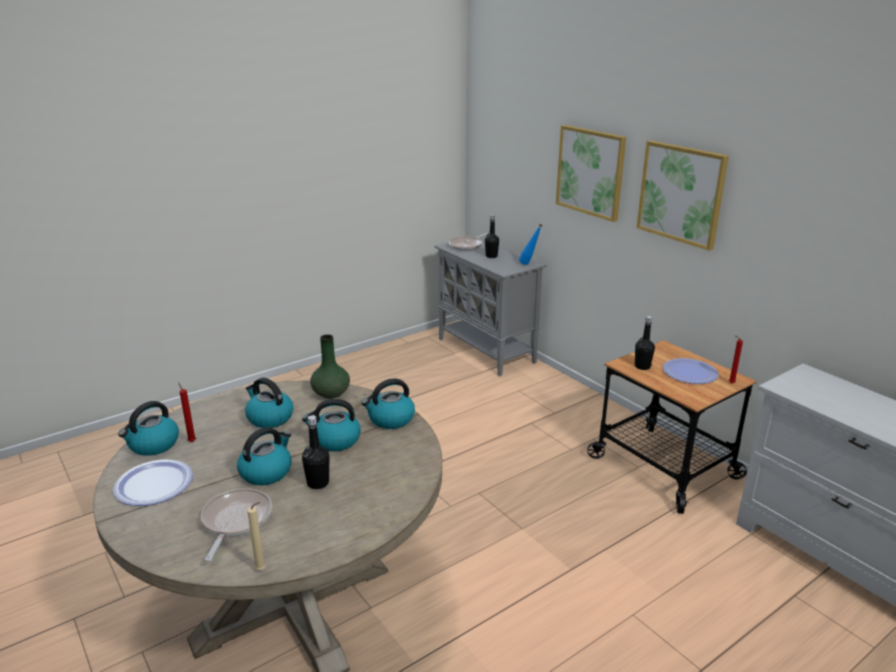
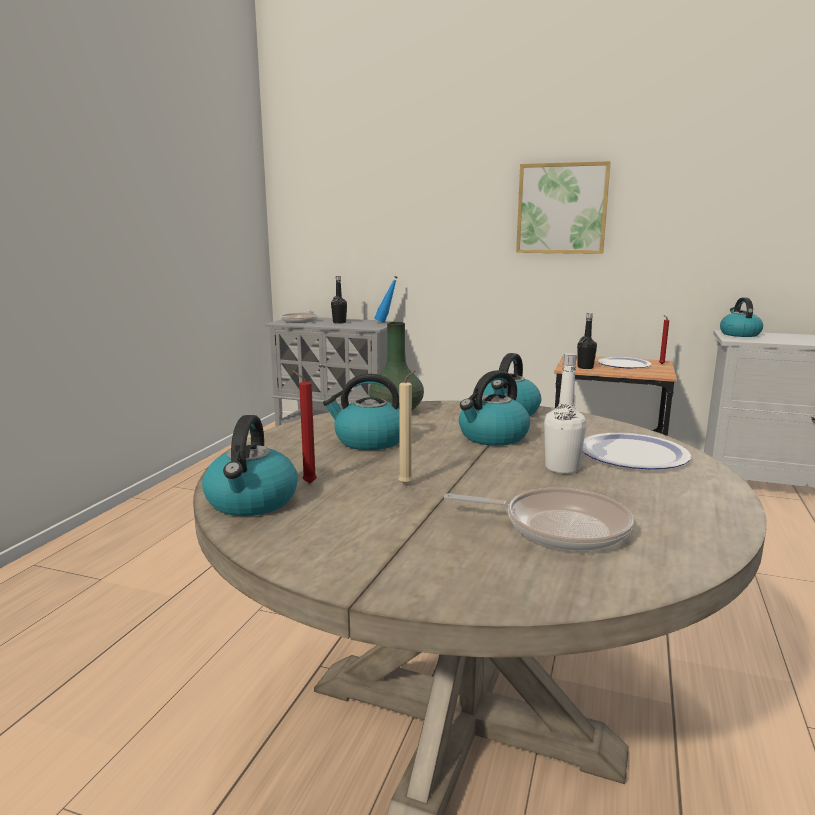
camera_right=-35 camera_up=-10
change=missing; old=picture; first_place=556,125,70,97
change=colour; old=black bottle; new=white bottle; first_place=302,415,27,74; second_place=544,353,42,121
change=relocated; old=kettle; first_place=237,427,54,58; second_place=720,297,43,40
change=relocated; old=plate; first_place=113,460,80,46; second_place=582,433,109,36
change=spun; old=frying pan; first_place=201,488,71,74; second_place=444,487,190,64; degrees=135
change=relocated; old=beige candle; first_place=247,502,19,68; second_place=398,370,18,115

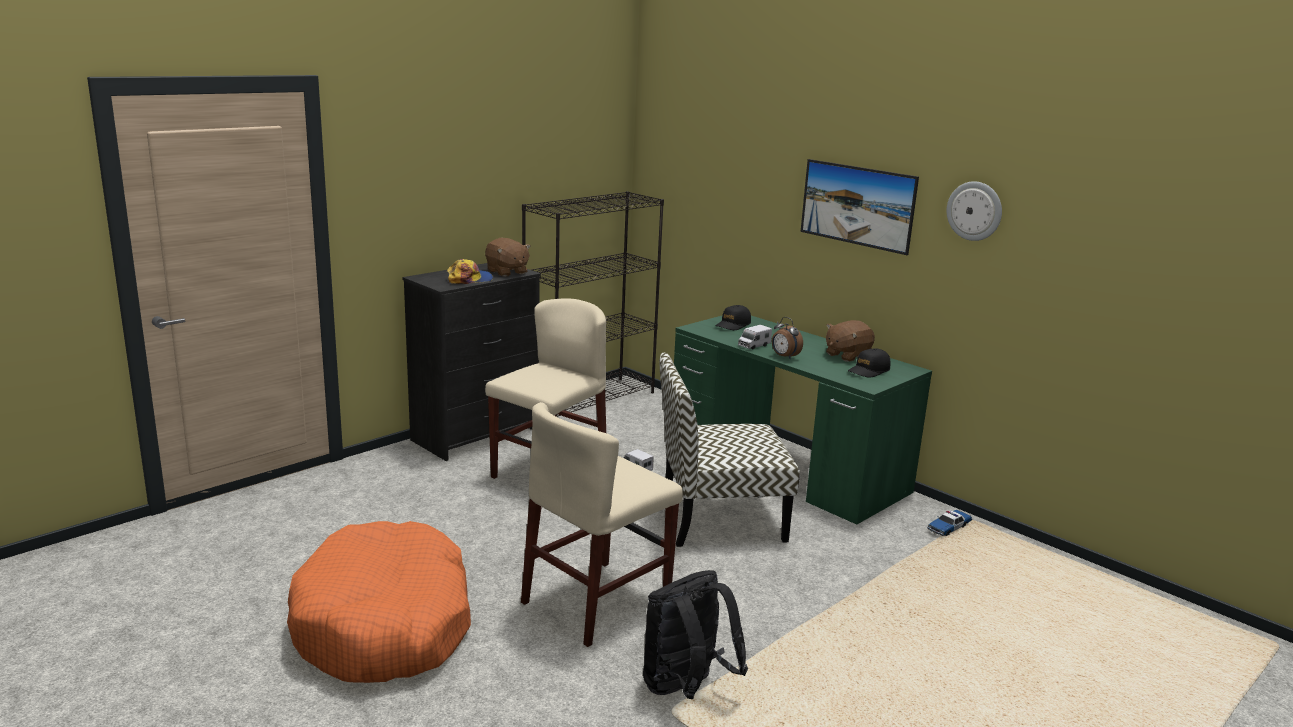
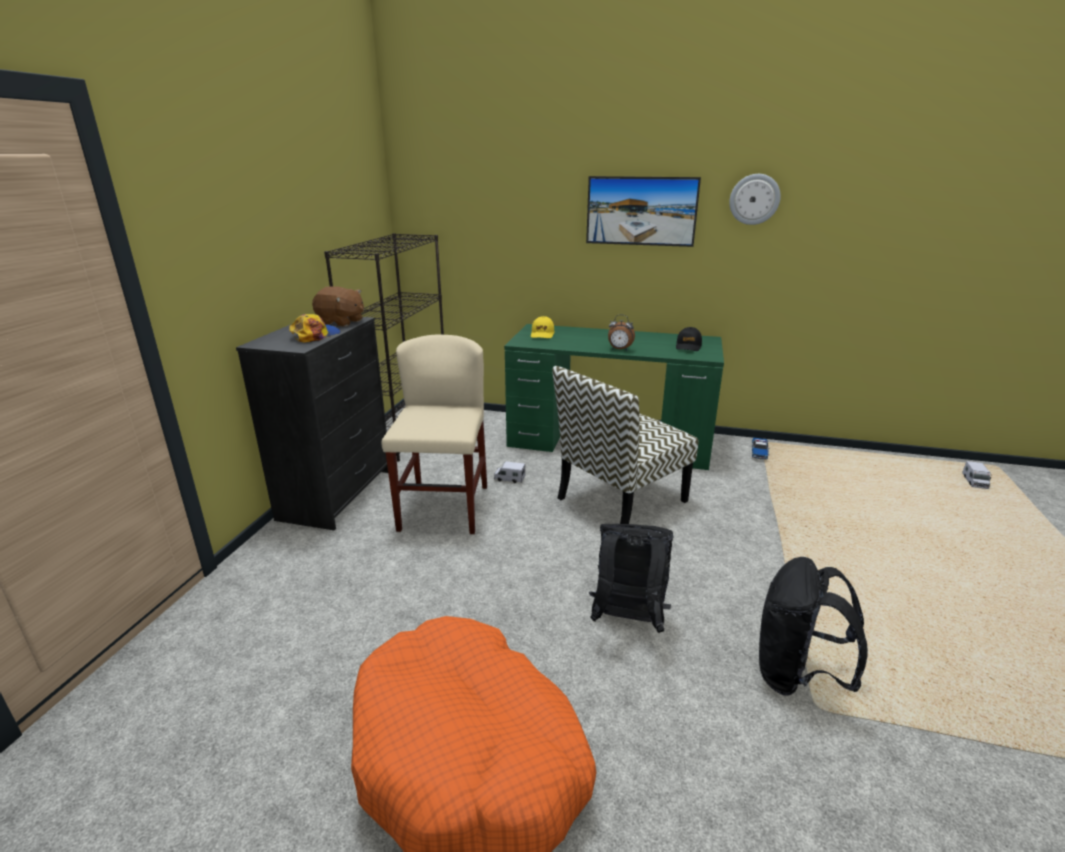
camera_right=-30 camera_up=5
change=colour; old=black cap; new=yellow cap; first_place=715,305,36,25; second_place=531,316,24,22
change=missing; old=brown plush toy; first_place=826,320,49,42
change=relocated; old=toy truck; first_place=738,325,34,25; second_place=962,461,30,28
change=exchanged; old=beige chair; new=black backpack; first_place=521,402,162,245; second_place=589,524,84,109

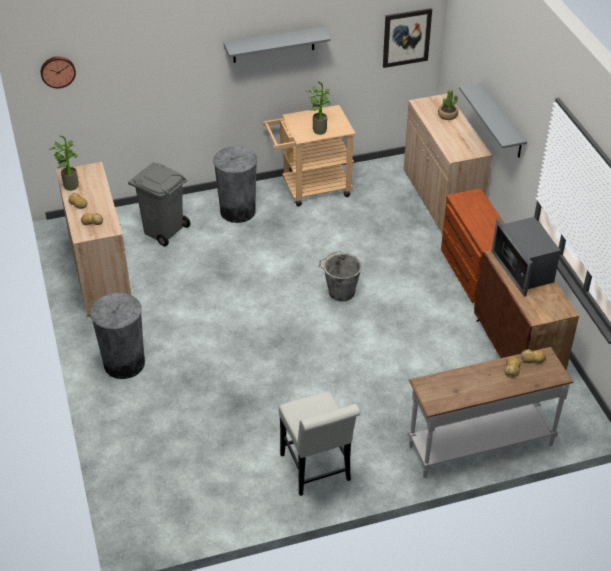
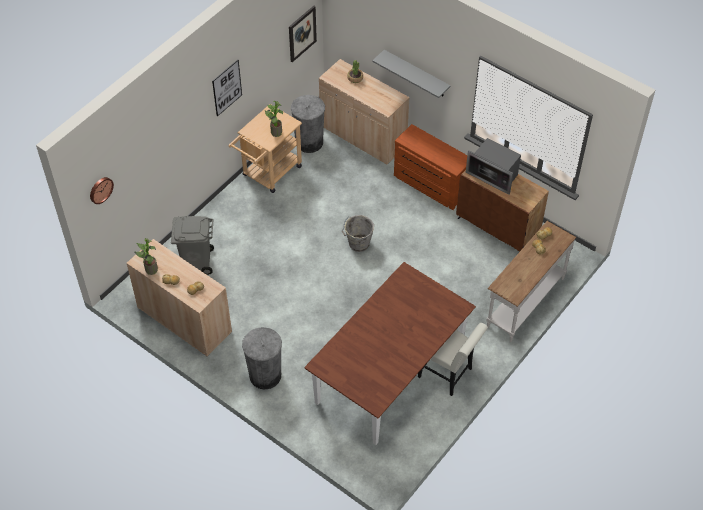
camera_right=-35 camera_up=10
change=exchanged; old=grey shelf; new=picture; first_place=223,27,108,36; second_place=212,60,30,56
change=relocated; old=grey trash can; first_place=213,146,44,77; second_place=291,95,34,58
change=appeared; new=brown dining table; second_place=305,262,171,183

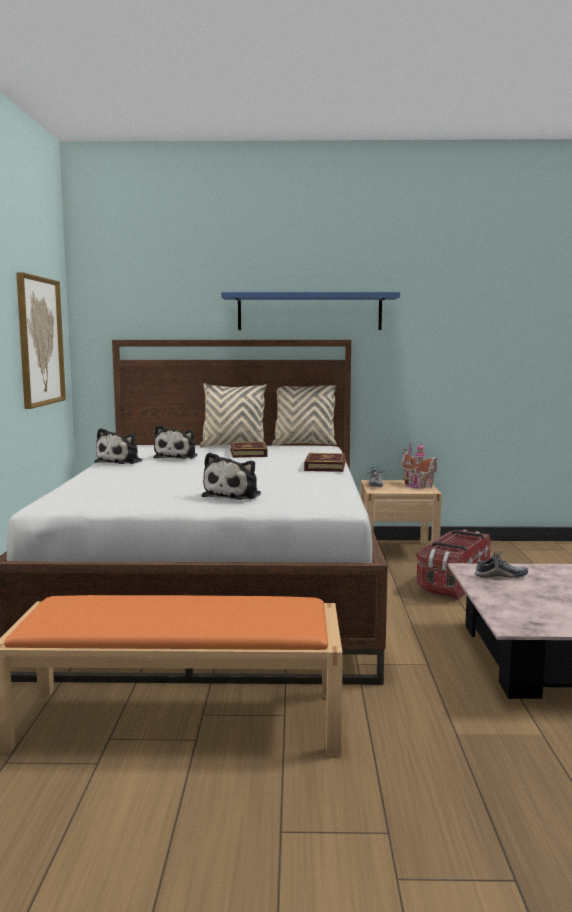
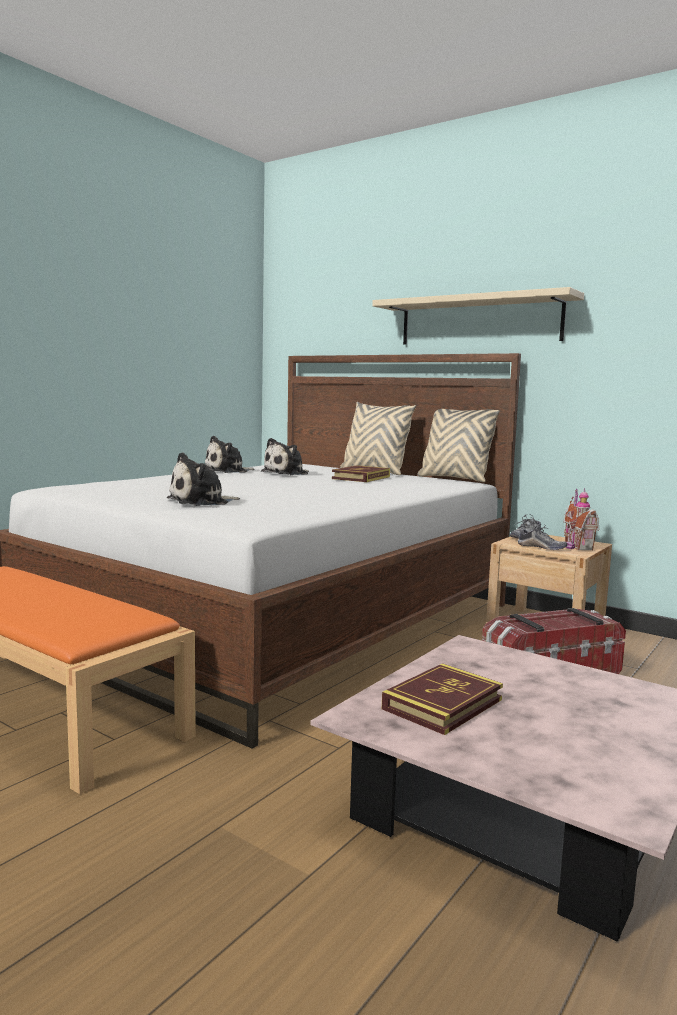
camera_right=35 camera_up=0
change=missing; old=picture; first_place=16,272,50,137
change=colour; old=blue shelf; new=beige shelf; first_place=221,292,179,38; second_place=372,287,212,57
change=relocated; old=book; first_place=304,453,42,19; second_place=382,663,121,72
change=relocated; old=shoe; first_place=475,551,53,27; second_place=518,523,50,27

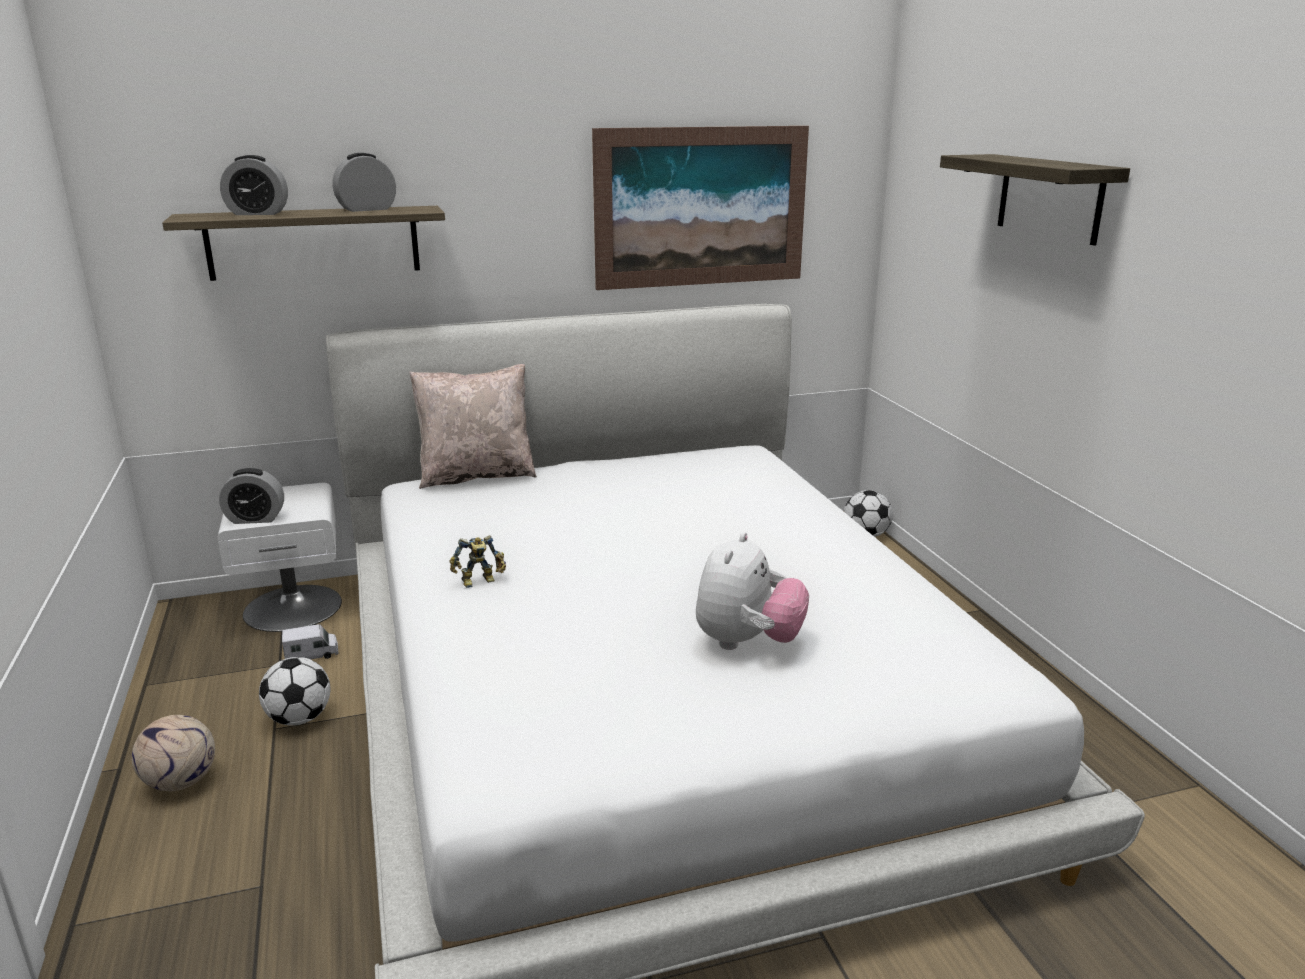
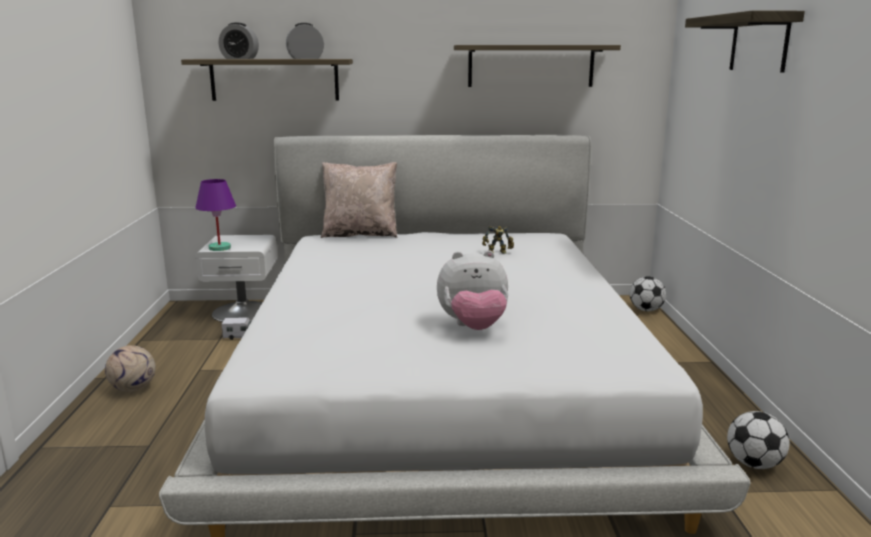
camera_right=15 camera_up=-5
change=exchanged; old=picture; new=shelf; first_place=592,126,217,164; second_place=454,45,167,42
change=exchanged; old=alarm clock; new=purple table lamp; first_place=219,468,65,56; second_place=195,179,41,72
change=spun; old=plush toy; first_place=696,532,113,118; second_place=437,250,71,80; degrees=45
change=relocated; old=toy robot; first_place=450,535,56,53; second_place=482,226,32,28
change=relocated; old=football; first_place=259,657,71,69; second_place=727,411,63,58

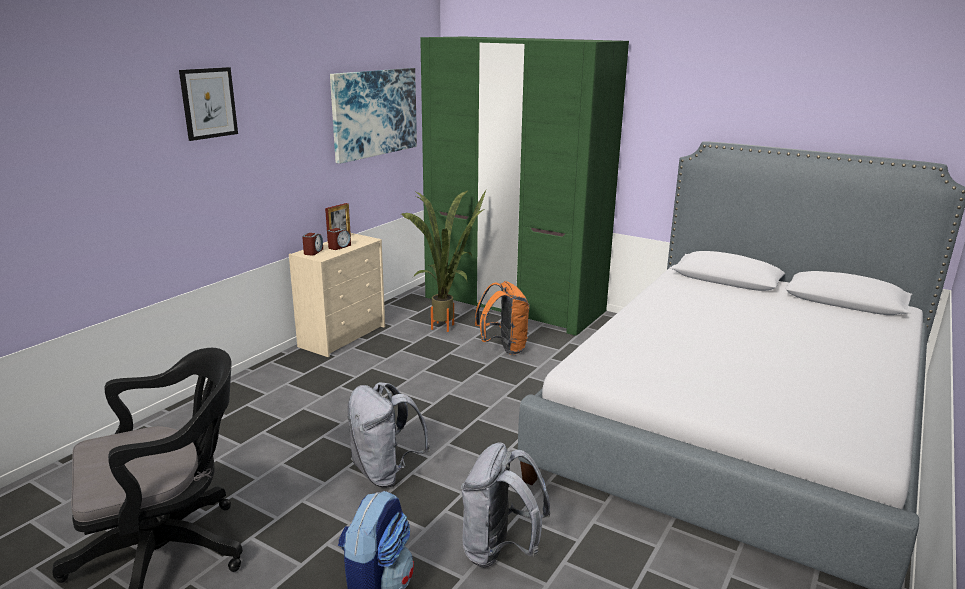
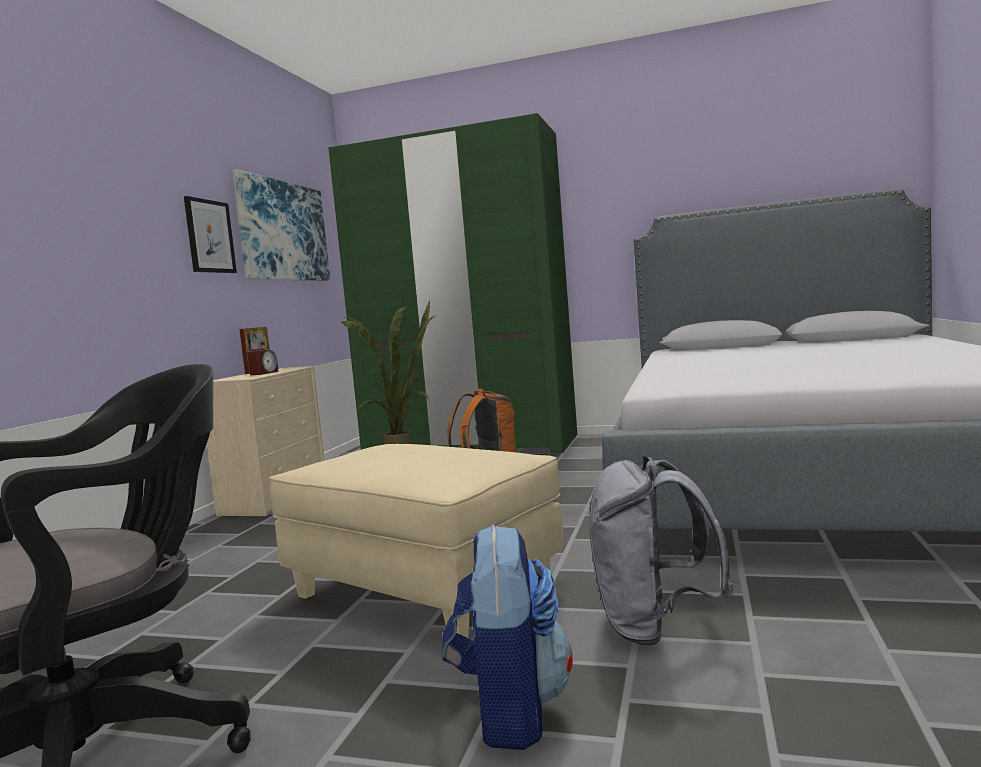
camera_right=-15 camera_up=-15
change=relocated; old=picture; first_place=179,67,59,74; second_place=184,196,53,77
change=missing; old=alarm clock; first_place=302,233,21,23
change=exchanged; old=grey backpack; new=beige ottoman; first_place=347,382,83,106; second_place=269,444,295,195

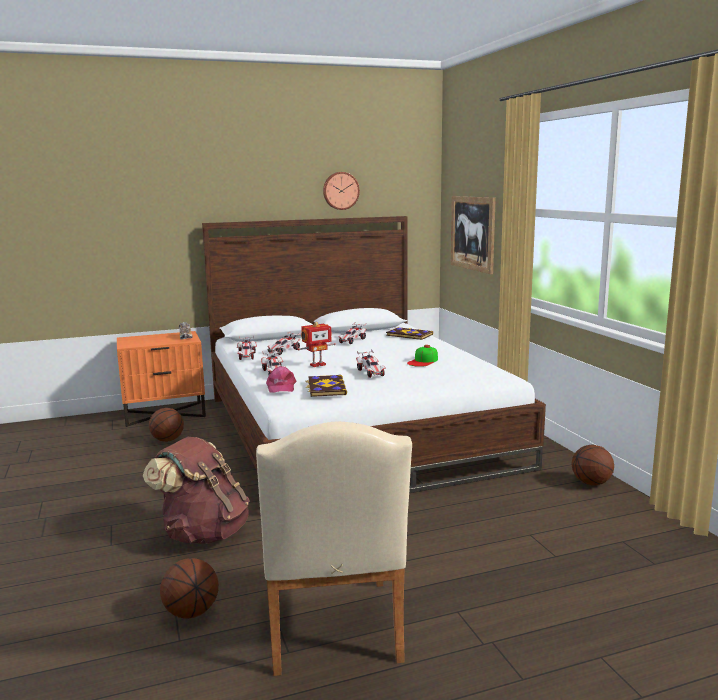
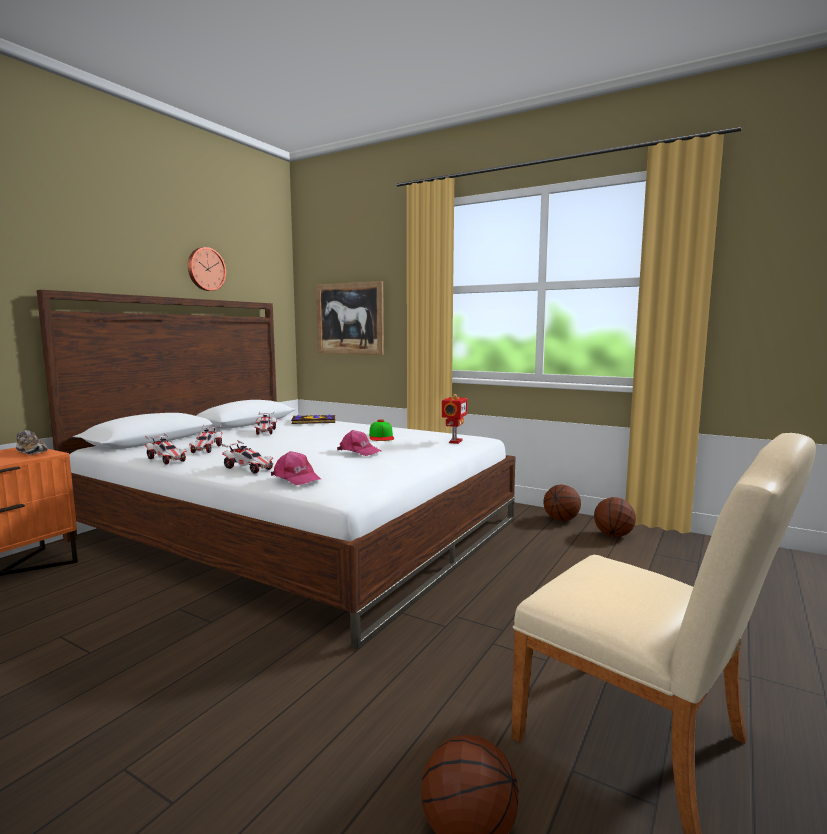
camera_right=-40 camera_up=-5
change=relocated; old=toy robot; first_place=297,322,39,45; second_place=442,394,26,50
change=exchanged; old=toy car; new=pink cap; first_place=356,349,30,29; second_place=337,430,45,26
change=missing; old=book; first_place=305,375,42,22
change=relocated; old=basketball; first_place=149,408,35,34; second_place=594,497,42,40
change=missing; old=brown backpack; first_place=143,437,107,107

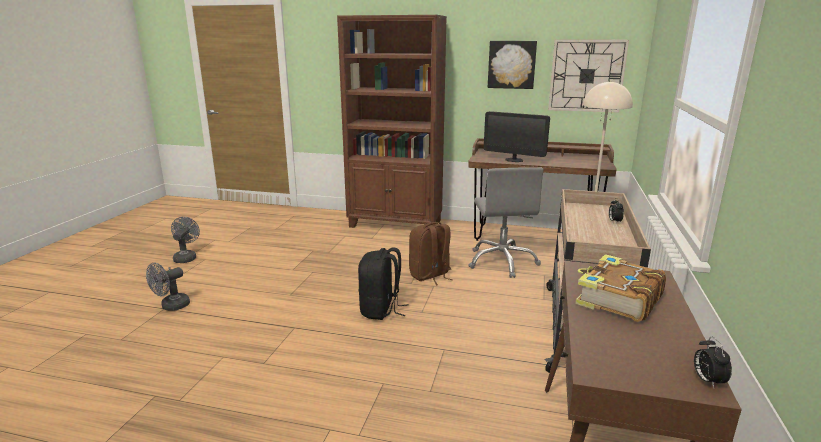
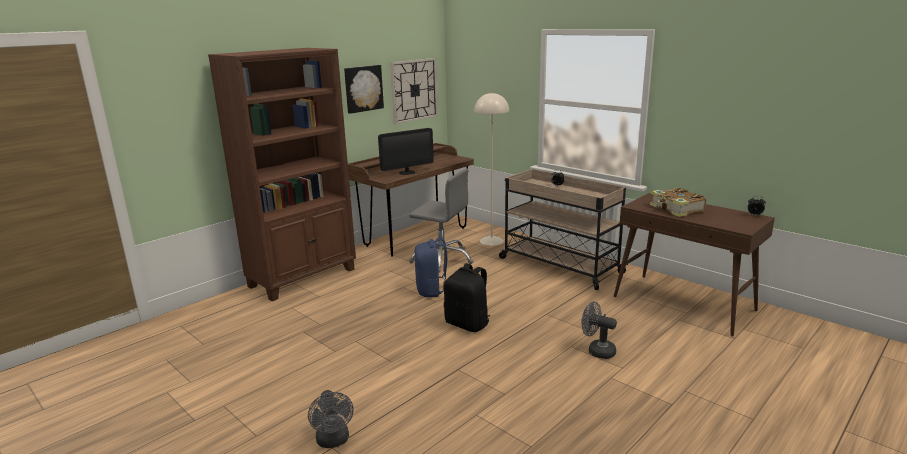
camera_right=-60 camera_up=0
change=relocated; old=grey fan; first_place=171,217,29,46; second_place=581,302,36,57
change=colour; old=brown backpack; new=blue backpack; first_place=409,222,44,63; second_place=414,238,33,59

